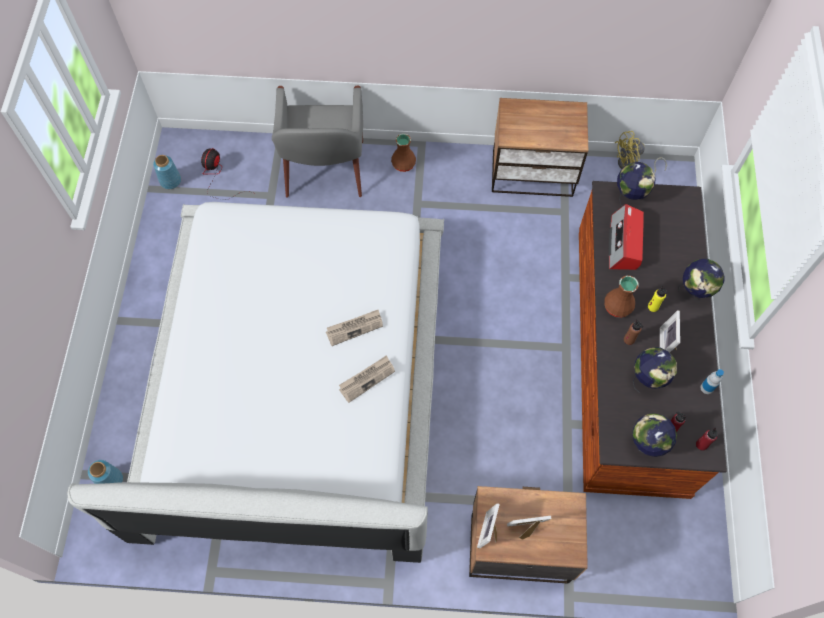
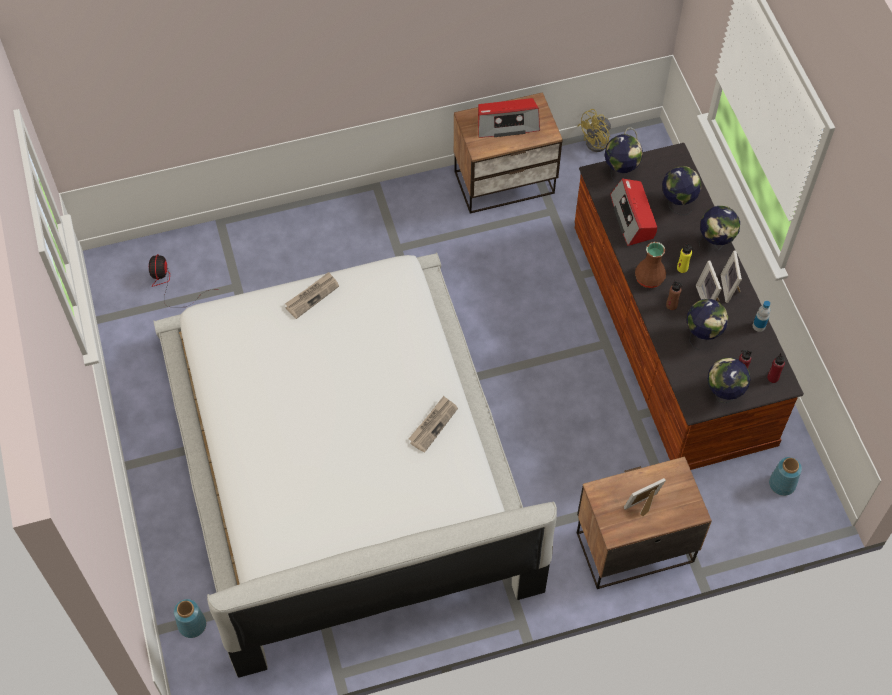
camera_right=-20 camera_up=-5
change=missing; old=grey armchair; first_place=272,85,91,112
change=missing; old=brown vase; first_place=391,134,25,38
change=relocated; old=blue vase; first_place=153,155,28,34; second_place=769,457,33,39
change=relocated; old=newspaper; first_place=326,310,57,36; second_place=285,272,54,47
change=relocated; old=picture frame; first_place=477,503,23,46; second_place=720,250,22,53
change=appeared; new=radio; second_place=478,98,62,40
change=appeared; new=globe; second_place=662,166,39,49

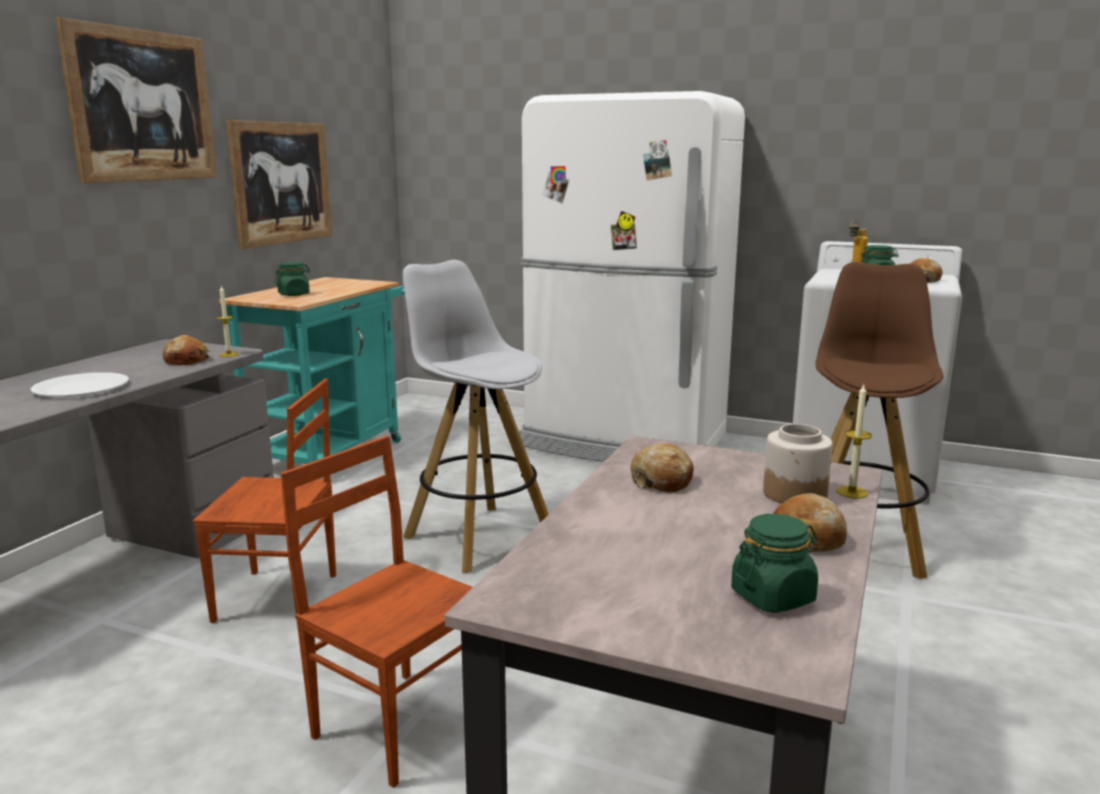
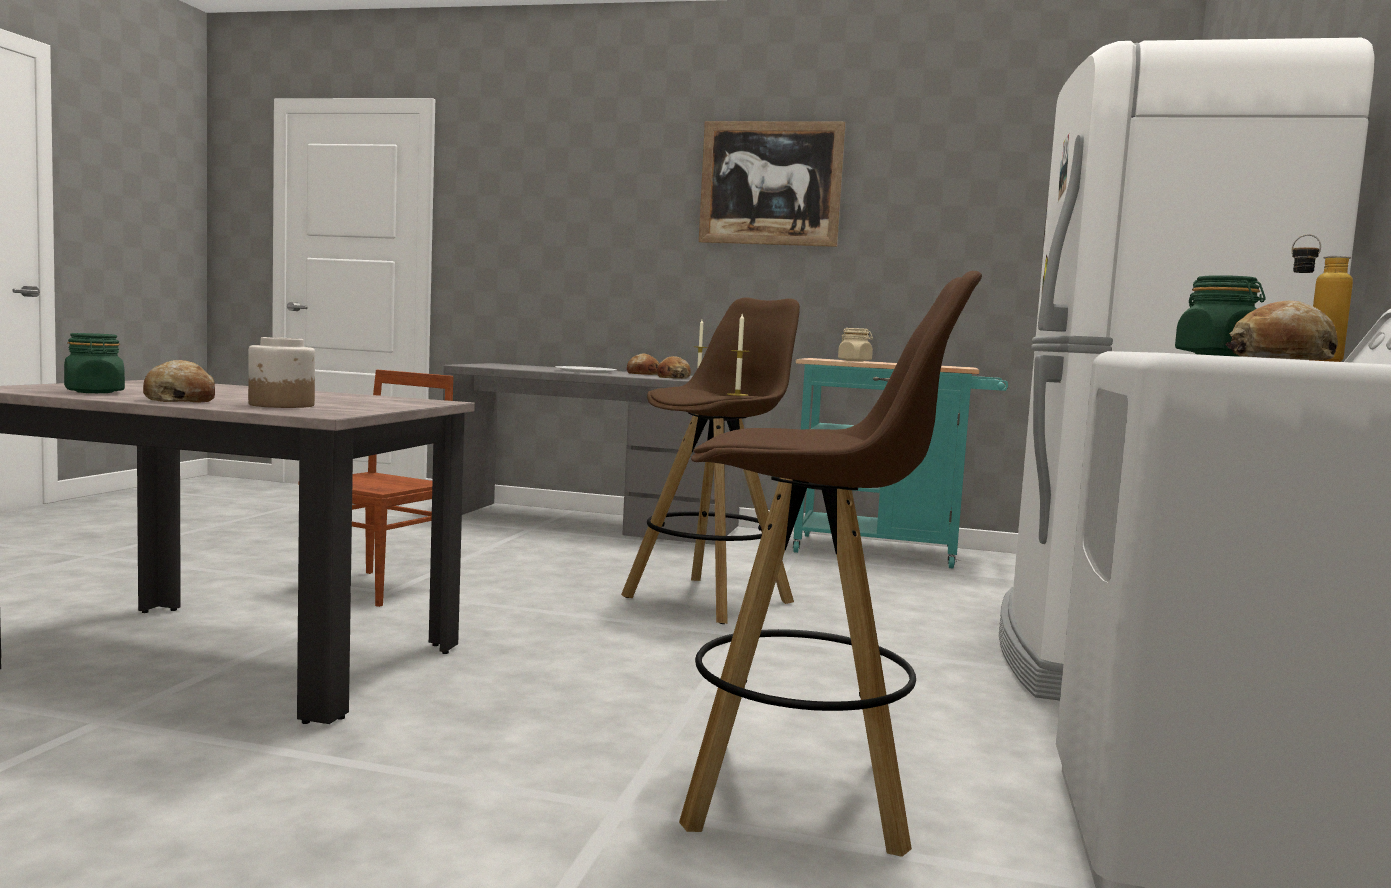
camera_right=80 camera_up=-10
change=missing; old=picture; first_place=226,120,106,129
change=colour; old=white stool; new=brown stool; first_place=403,260,146,313; second_place=621,297,179,327
change=colour; old=green jar; new=beige jar; first_place=275,262,36,34; second_place=838,328,35,34
change=missing; old=brown chair; first_place=193,379,143,244
change=relocated; old=candle; first_place=836,385,36,113; second_place=727,314,22,82
change=relocated; old=bread; first_place=631,443,62,50; second_place=627,354,32,21

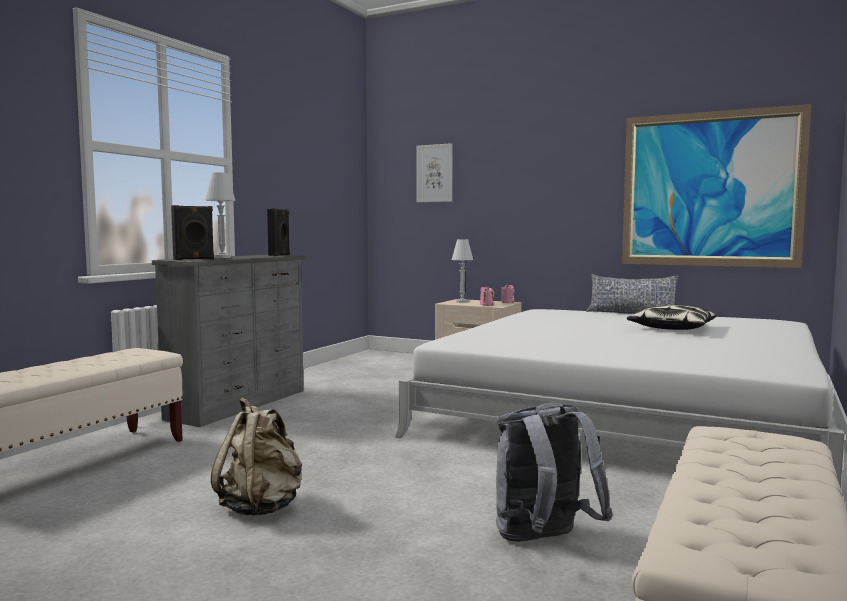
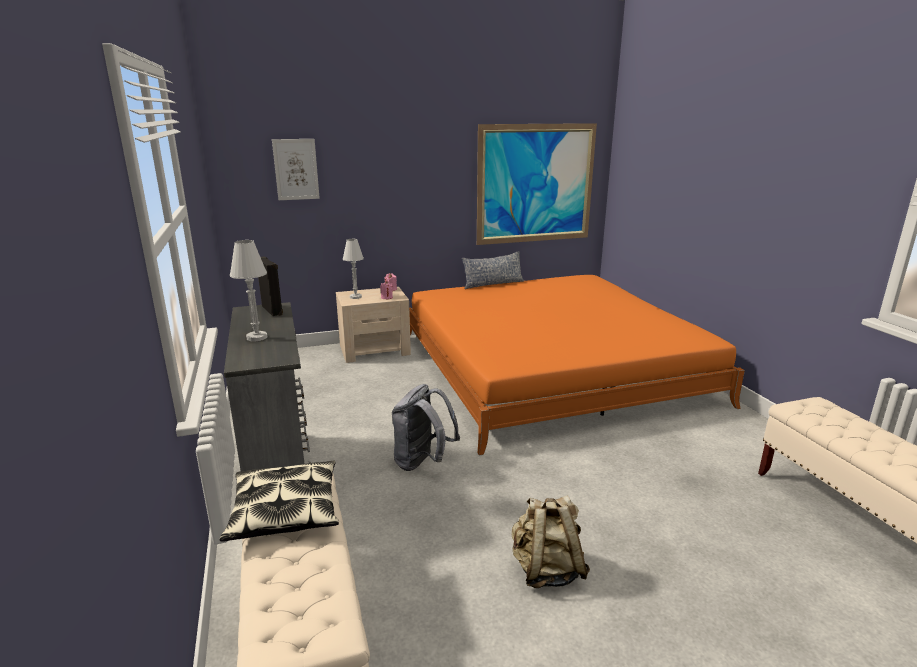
camera_right=-45 camera_up=15
change=missing; old=black speaker; first_place=171,205,43,55
change=relocated; old=pillow; first_place=627,305,90,25; second_place=220,460,119,82
change=colour; old=white bed; new=orange bed; first_place=395,309,449,179; second_place=409,275,336,180
change=relocated; old=grey backpack; first_place=496,402,117,140; second_place=392,384,68,87

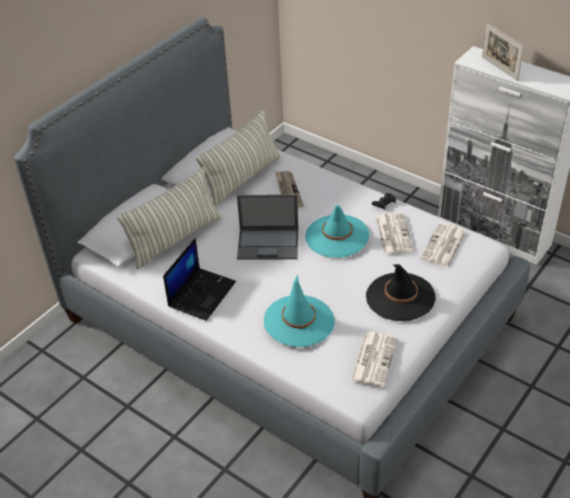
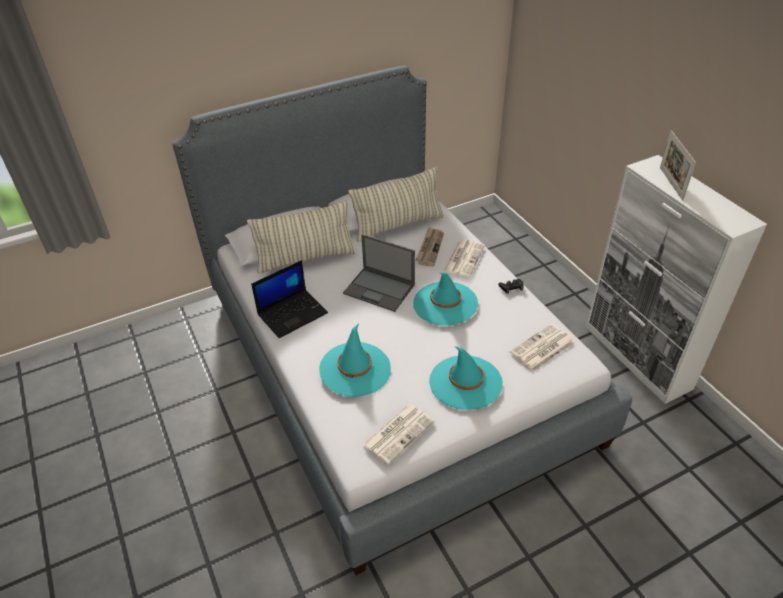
camera_right=25 camera_up=0
change=relocated; old=newspaper; first_place=375,213,39,42; second_place=443,240,42,38
change=colour; old=black hat; new=turquoise hat; first_place=366,264,70,57; second_place=429,346,74,64

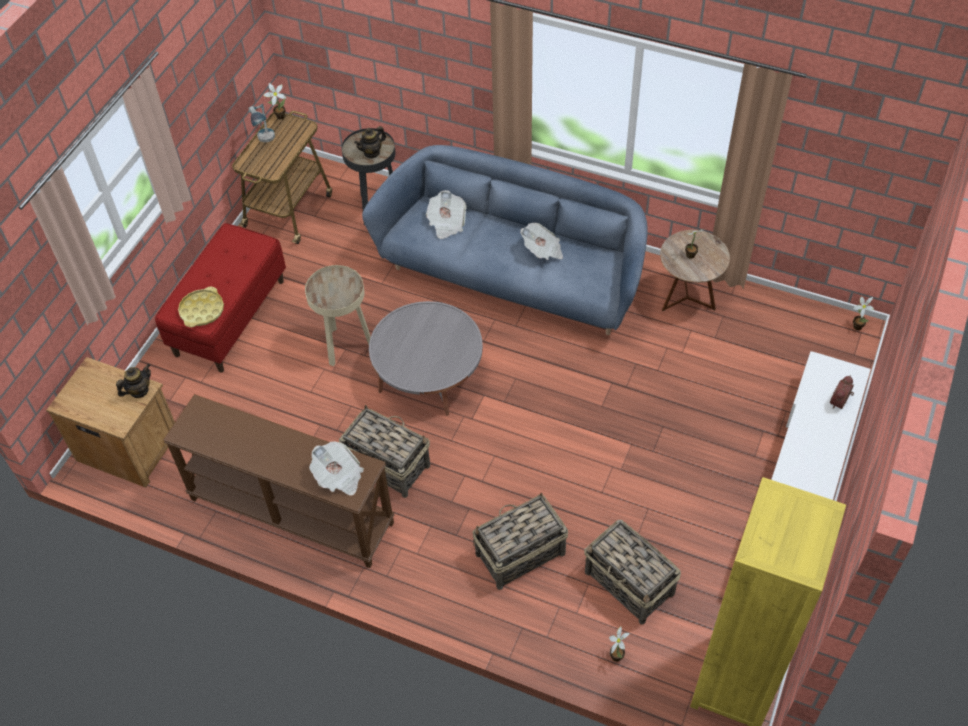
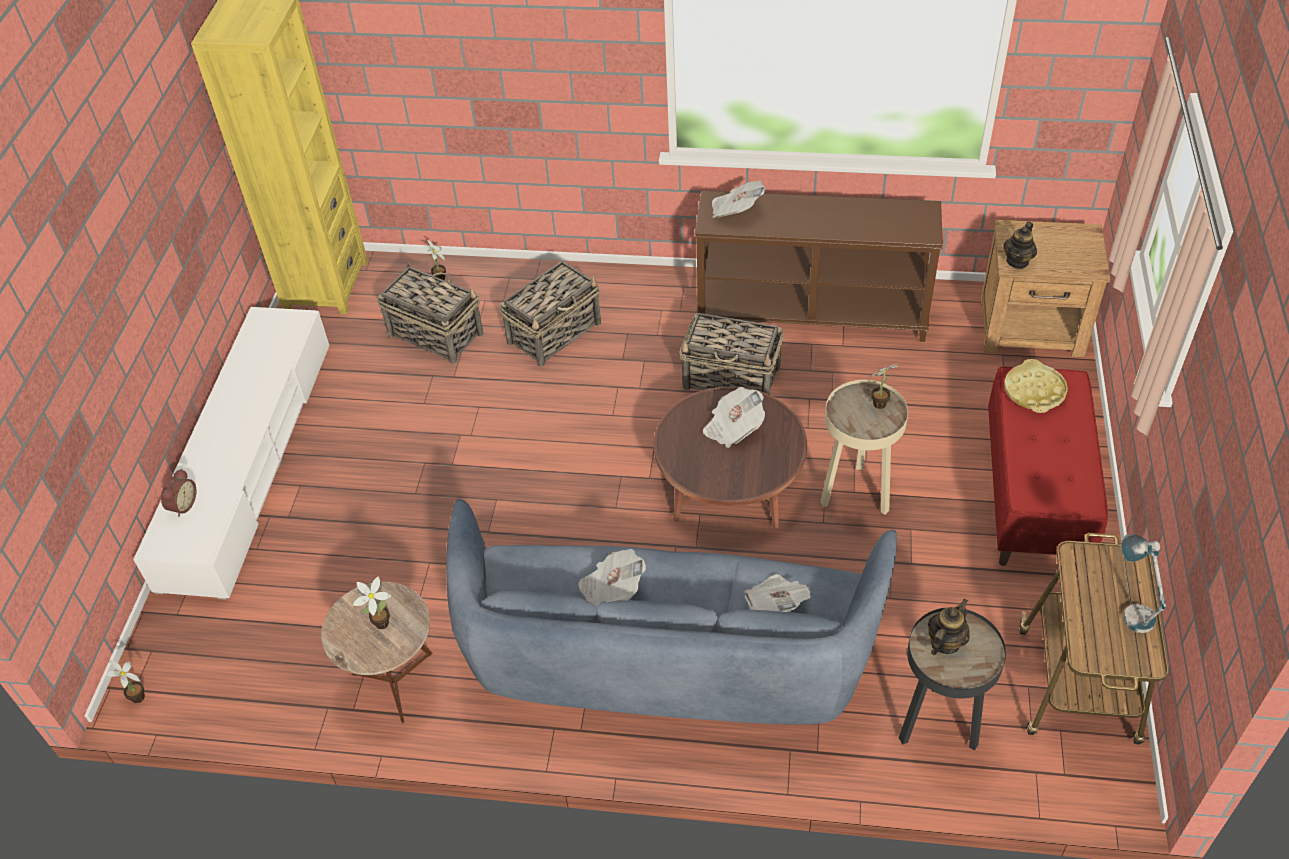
camera_right=165 camera_up=-5
change=relocated; old=potted plant; first_place=263,83,23,37; second_place=868,363,30,46
change=colour; old=grey coffee table; new=brown coffee table; first_place=369,301,114,115; second_place=654,386,153,143
change=appeared; new=newspaper; second_place=703,387,62,61

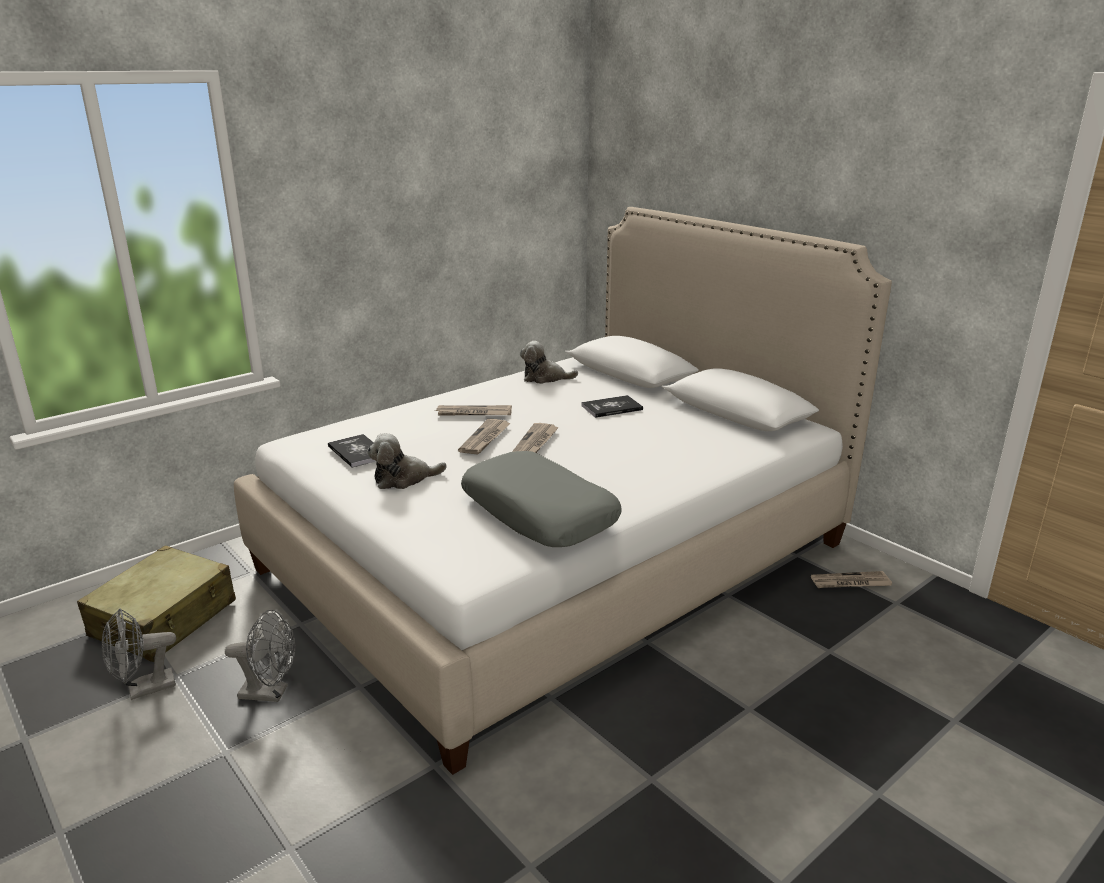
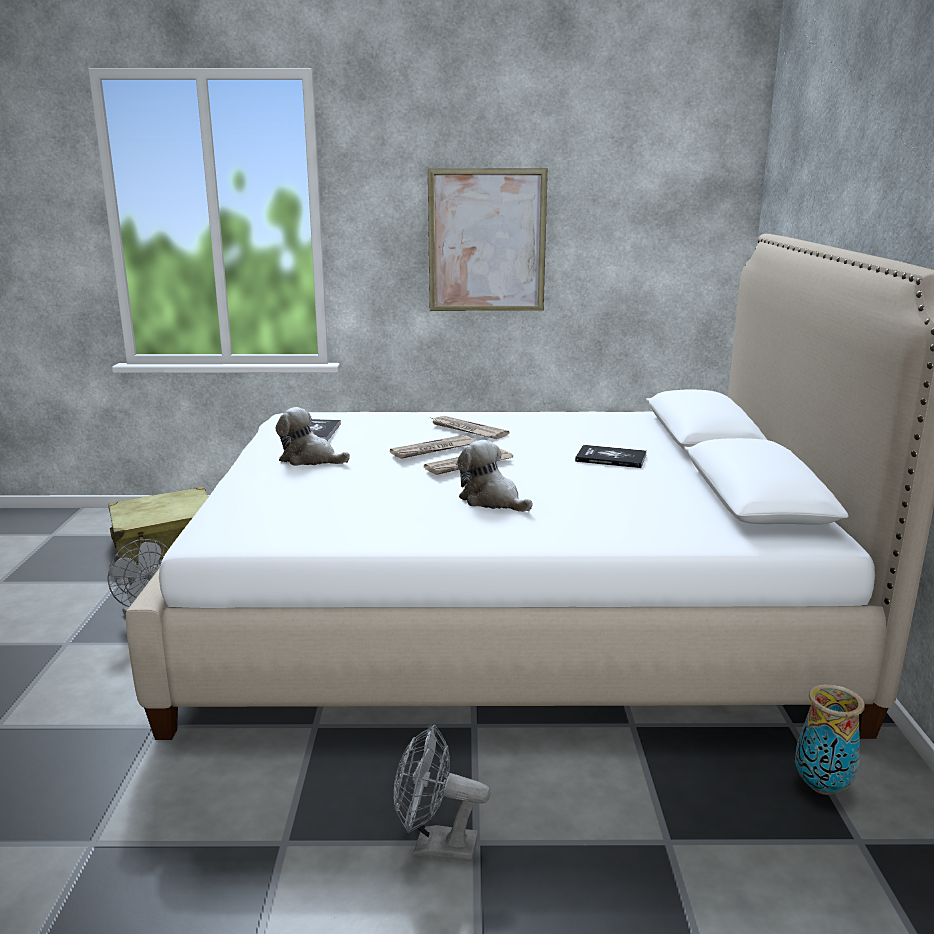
camera_right=40 camera_up=-5
change=relocated; old=plush toy; first_place=520,341,58,43; second_place=457,440,76,72
change=missing; old=grey pillow; first_place=461,451,161,96
change=exchanged; old=newspaper; new=vase; first_place=811,571,81,17; second_place=795,684,70,111
change=relocated; old=grey fan; first_place=102,608,74,92; second_place=393,725,97,137
change=appeared; new=picture; second_place=428,168,120,143

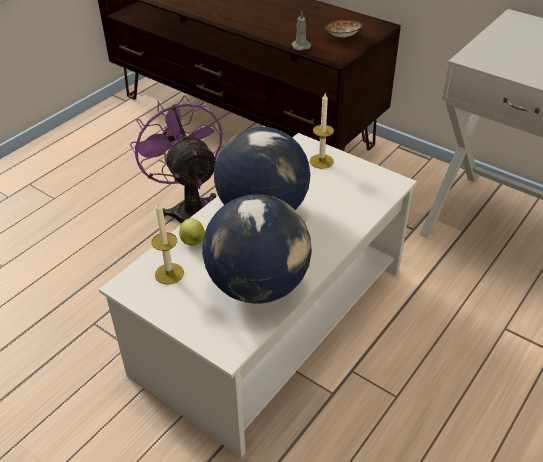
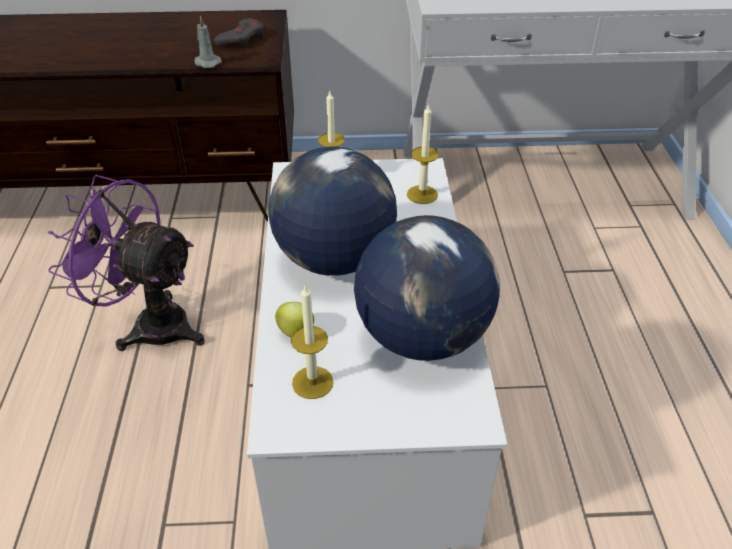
camera_right=-40 camera_up=0
change=exchanged; old=bowl; new=grey game controller; first_place=325,20,38,18; second_place=214,18,49,29
change=appeared; new=candle; second_place=407,105,32,99

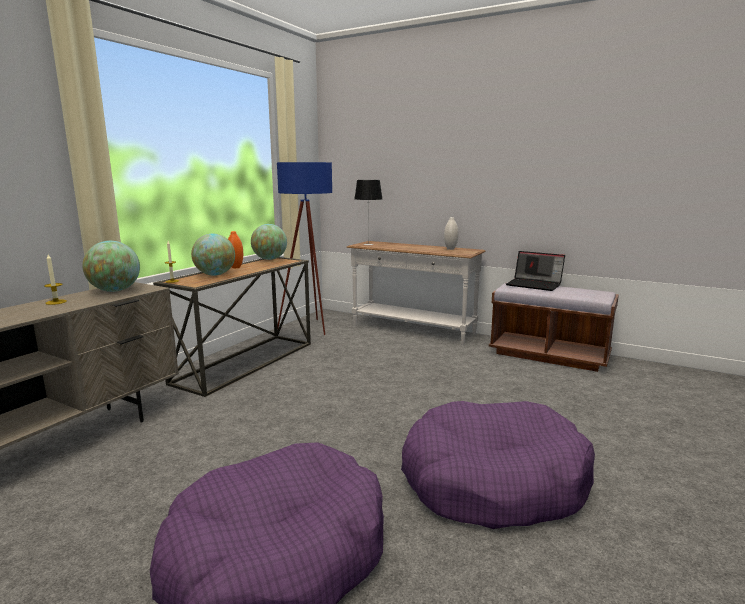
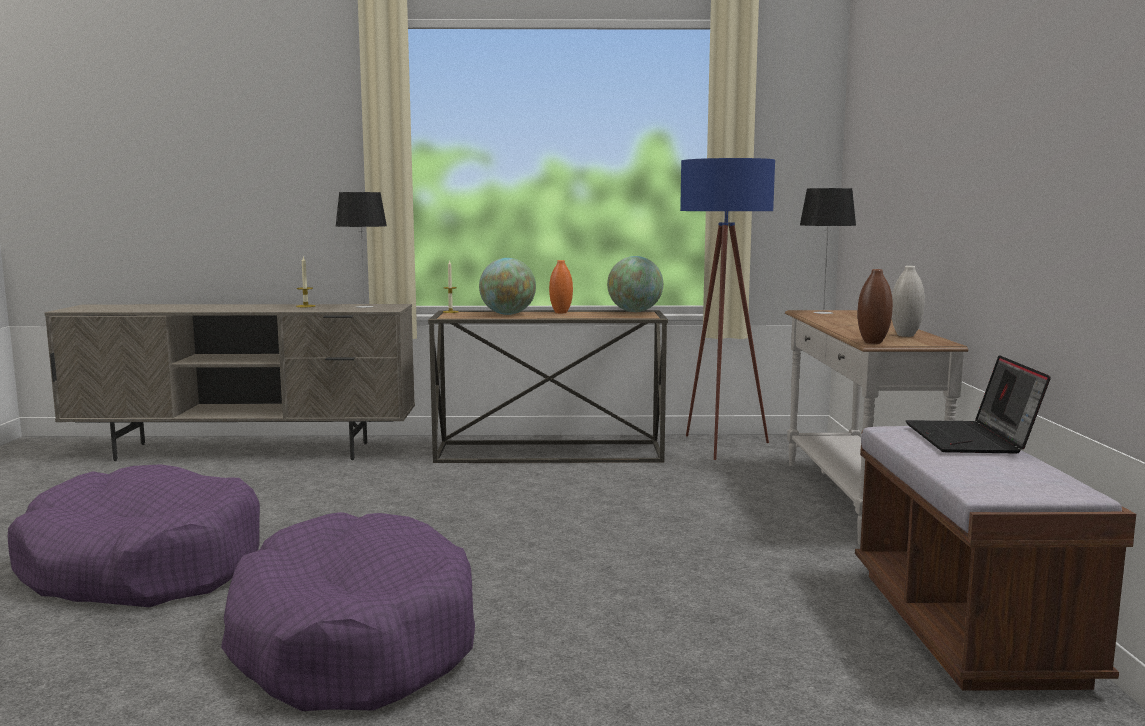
camera_right=60 camera_up=-5
change=exchanged; old=globe; new=table lamp; first_place=82,241,58,51; second_place=336,192,51,116
change=appeared; new=brown vase; second_place=857,269,36,75

